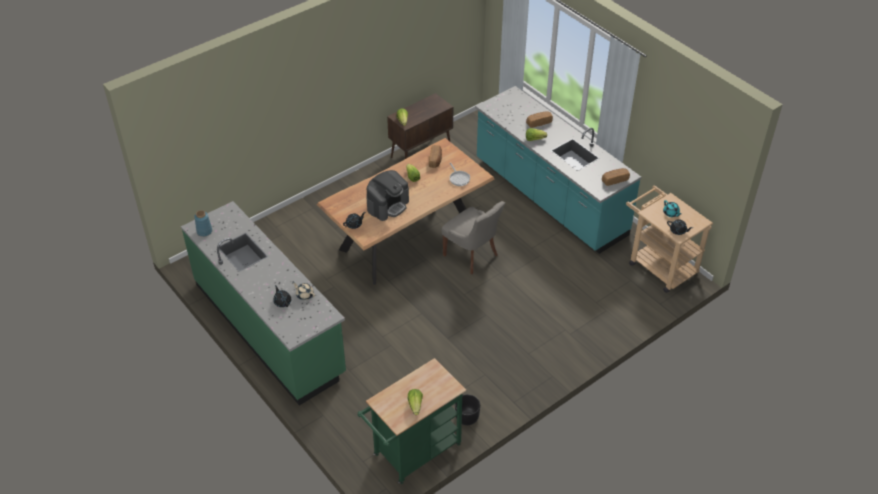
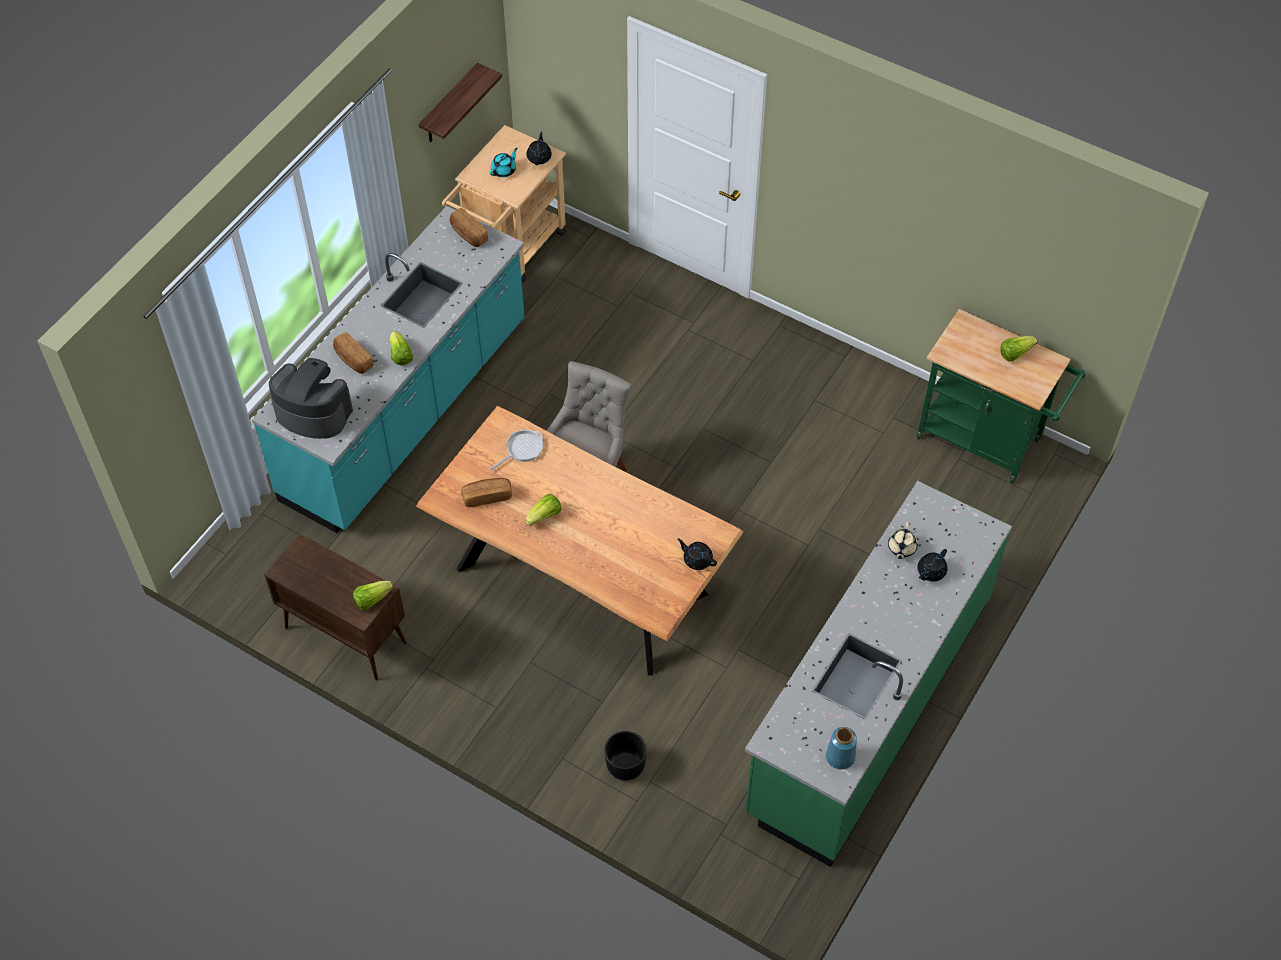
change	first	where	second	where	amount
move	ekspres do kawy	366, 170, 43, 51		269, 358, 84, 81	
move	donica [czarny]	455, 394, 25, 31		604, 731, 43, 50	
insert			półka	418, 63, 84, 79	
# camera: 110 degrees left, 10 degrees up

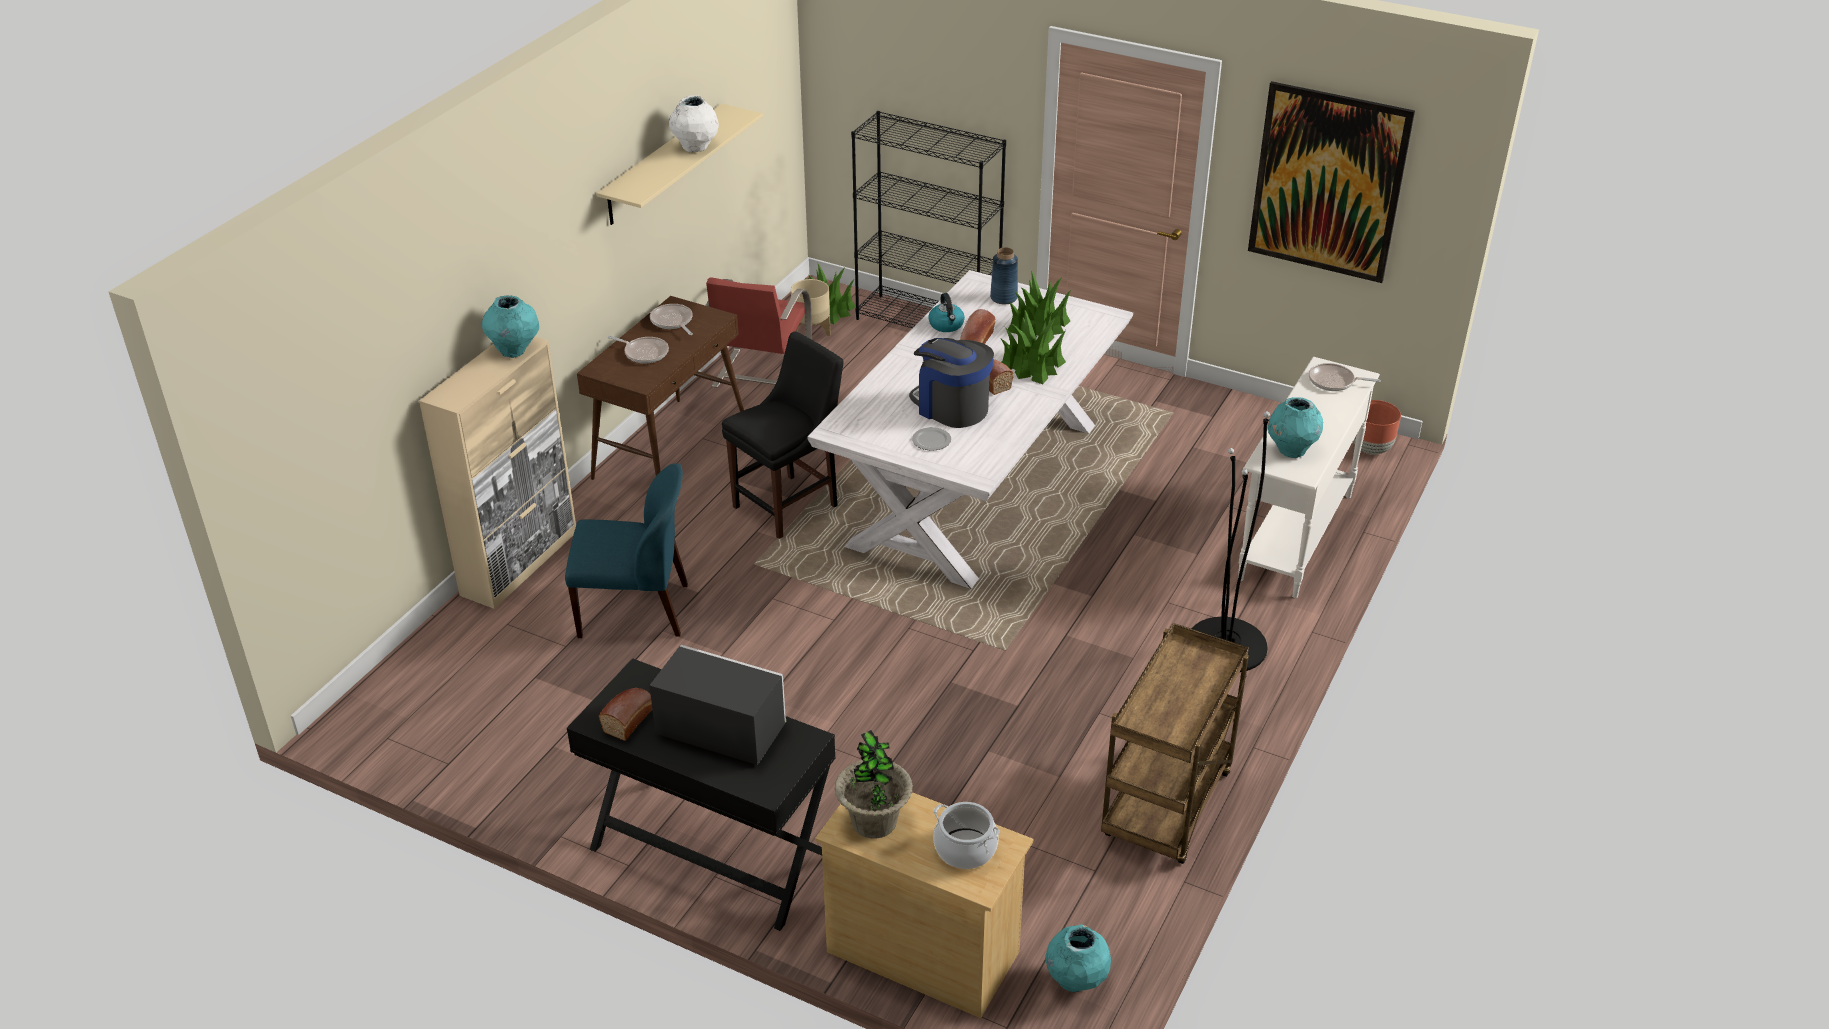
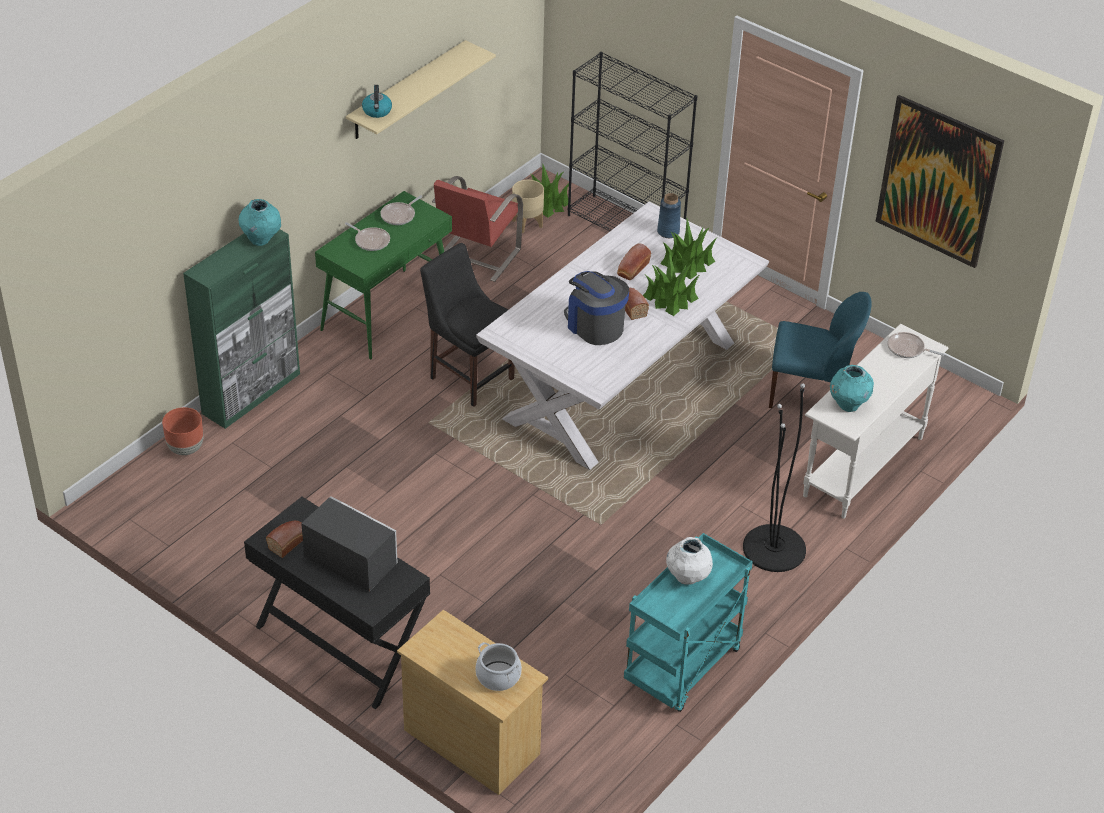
change	first	where	second	where	amount
move	wazon [biały]	669, 95, 50, 57		666, 537, 47, 48	
move	czajnik	928, 293, 37, 39		362, 85, 30, 33	
recolor	stolik konsolowy [brązowy]	577, 296, 167, 184	stolik konsolowy [zielony]	315, 191, 137, 169	
rotate	patelnia	650, 304, 43, 31		380, 195, 42, 30	120 degrees counterclockwise
rotate	krzesło [czarny]	722, 331, 122, 208		420, 243, 95, 164	105 degrees counterclockwise
recolor	szafka [beżowy]	419, 337, 157, 272	szafka [zielony]	183, 229, 117, 200	
move	donica [brązowy]	1353, 400, 48, 55		162, 407, 41, 48	
delete	talerz	912, 427, 39, 24			
move	krzesło [niebieski]	565, 463, 123, 175		769, 292, 103, 116	
recolor	wózek [brązowy]	1101, 623, 148, 241	wózek [turkusowy]	624, 533, 129, 179	
delete	roślina doniczkowa	835, 730, 78, 108			
delete	wazon [turkusowy]	1045, 924, 66, 68			
# camera: 10 degrees right, 5 degrees up

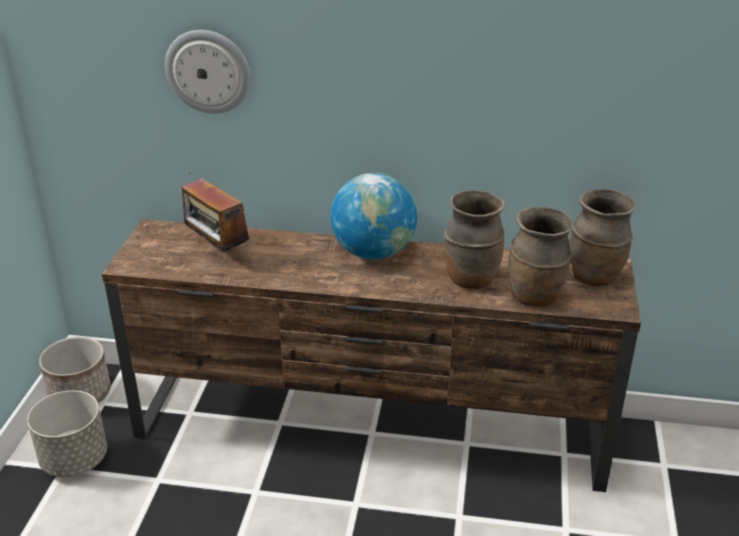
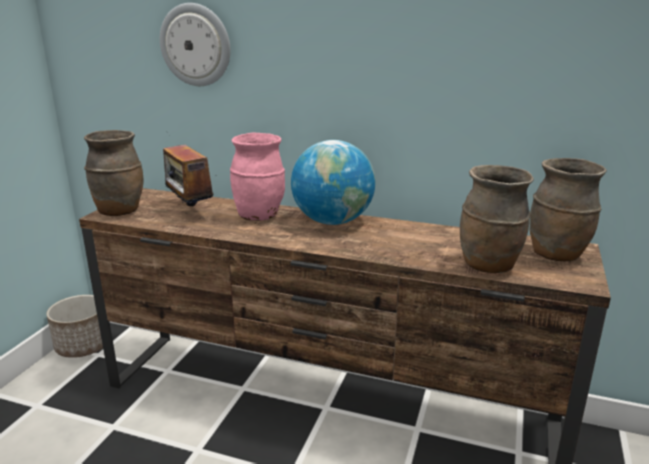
change	first	where	second	where	amount
move	wazon [brązowy]	444, 190, 61, 99		84, 130, 60, 86	
delete	donica [szary]	27, 390, 80, 87			
insert			wazon [różowy]	230, 132, 55, 89	
# camera: 10 degrees right, 10 degrees down

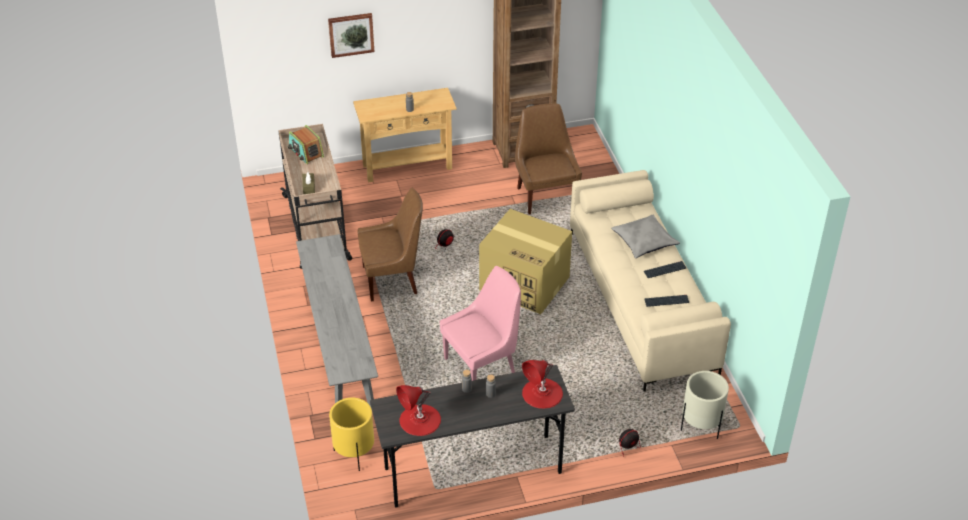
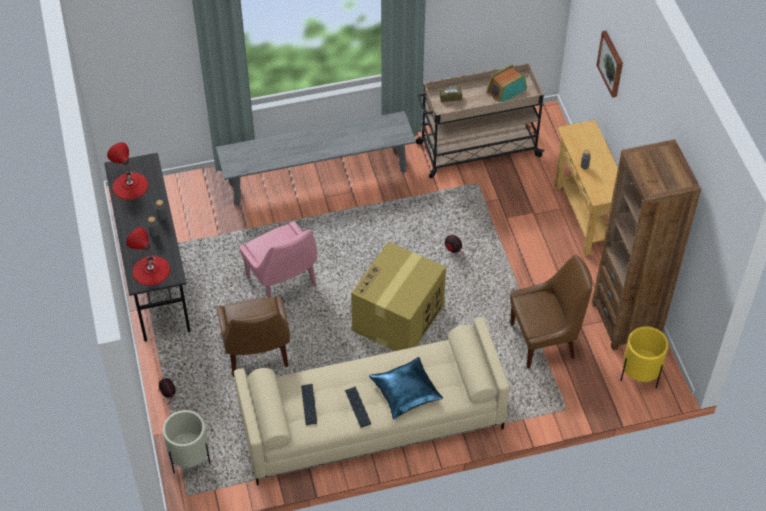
change	first	where	second	where	amount
move	krzesło [brązowy]	358, 188, 65, 114		217, 295, 73, 82	
recolor	poduszka [szary]	611, 215, 69, 43	poduszka [niebieski]	369, 357, 74, 63	
move	donica [żółty]	329, 398, 45, 73		620, 326, 49, 62	
# camera: 90 degrees right, 10 degrees up

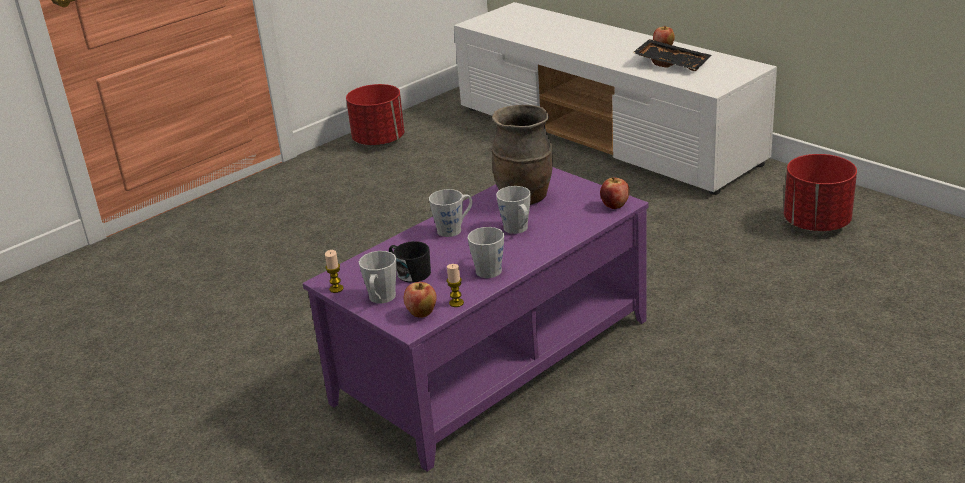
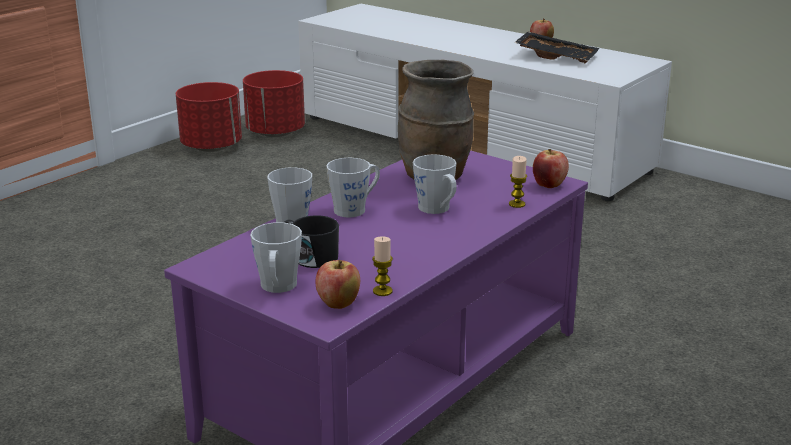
change	first	where	second	where	amount
move	donica [czerwony]	784, 154, 73, 77		243, 70, 62, 67	
move	kubek [szary]	468, 227, 36, 51		267, 167, 45, 55	
move	świeca	325, 250, 19, 43		509, 156, 18, 52	
# camera: 10 degrees left, 5 degrees down

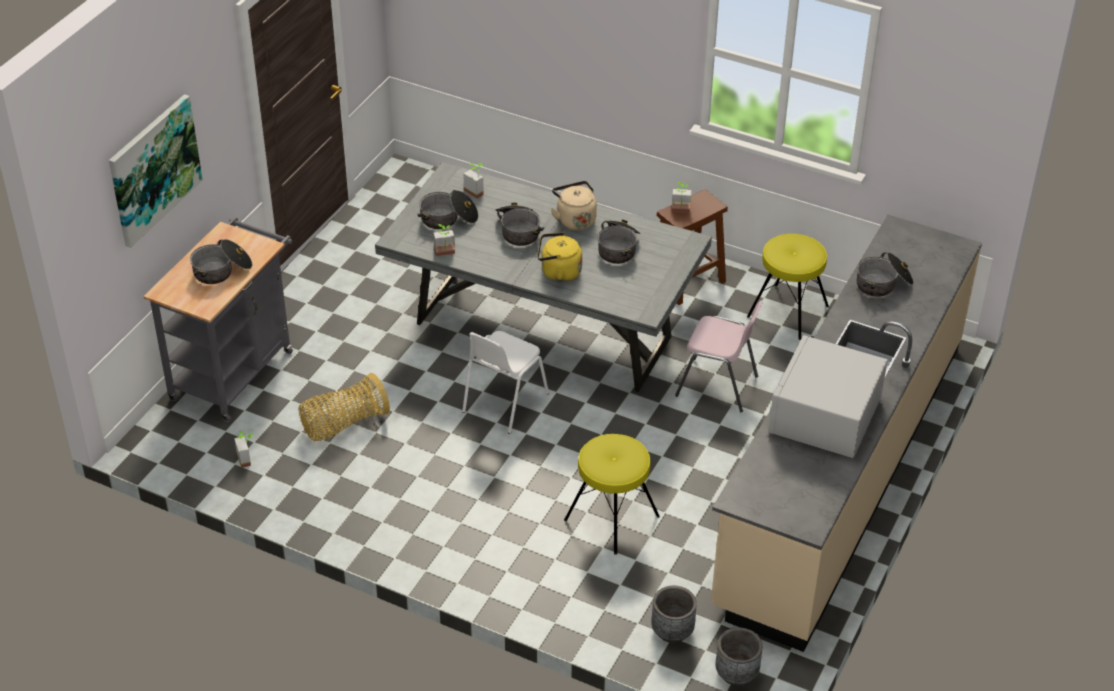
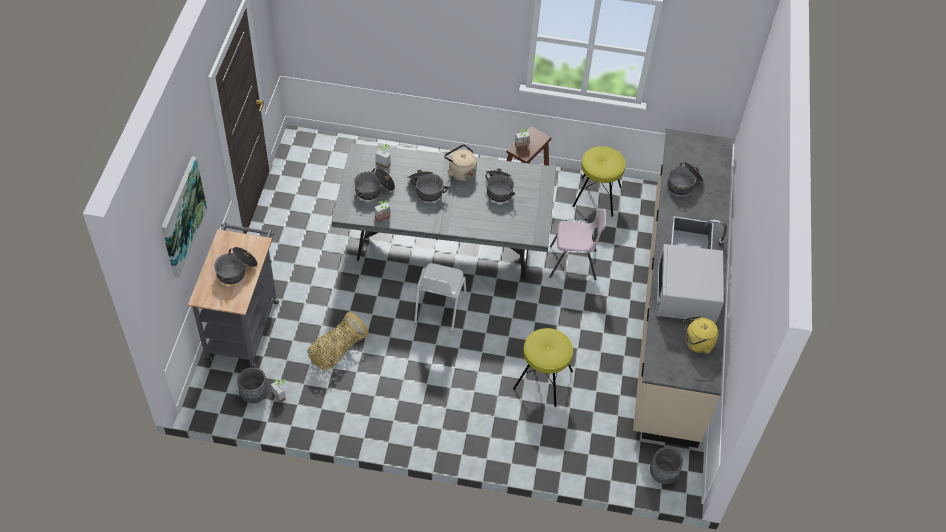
change	first	where	second	where	amount
move	czajnik [żółty]	538, 232, 44, 50		683, 316, 36, 38	
move	donica [szary]	651, 586, 46, 57		237, 367, 31, 36	
# camera: 20 degrees left, 10 degrees up

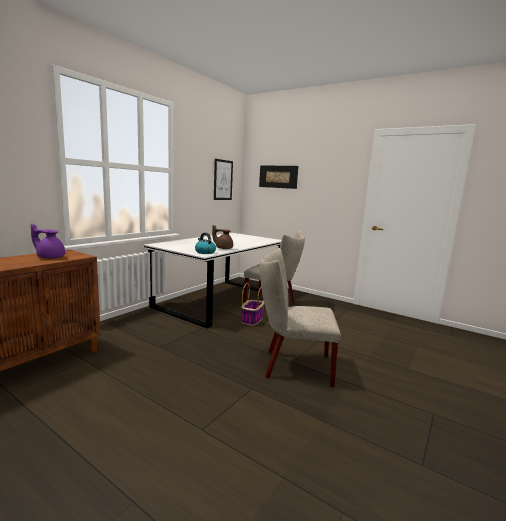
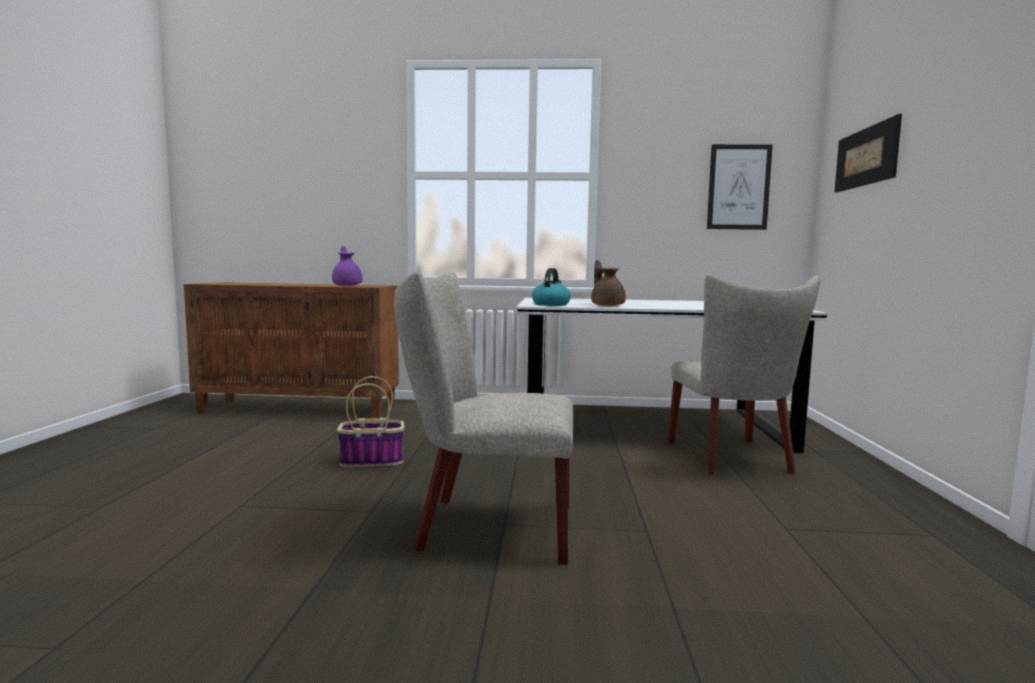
change	first	where	second	where	amount
rotate	krzesło [beżowy]	260, 248, 81, 139		394, 271, 179, 294	60 degrees counterclockwise
move	koszyk	241, 283, 23, 43		337, 376, 68, 91	
# camera: 60 degrees right, 5 degrees down

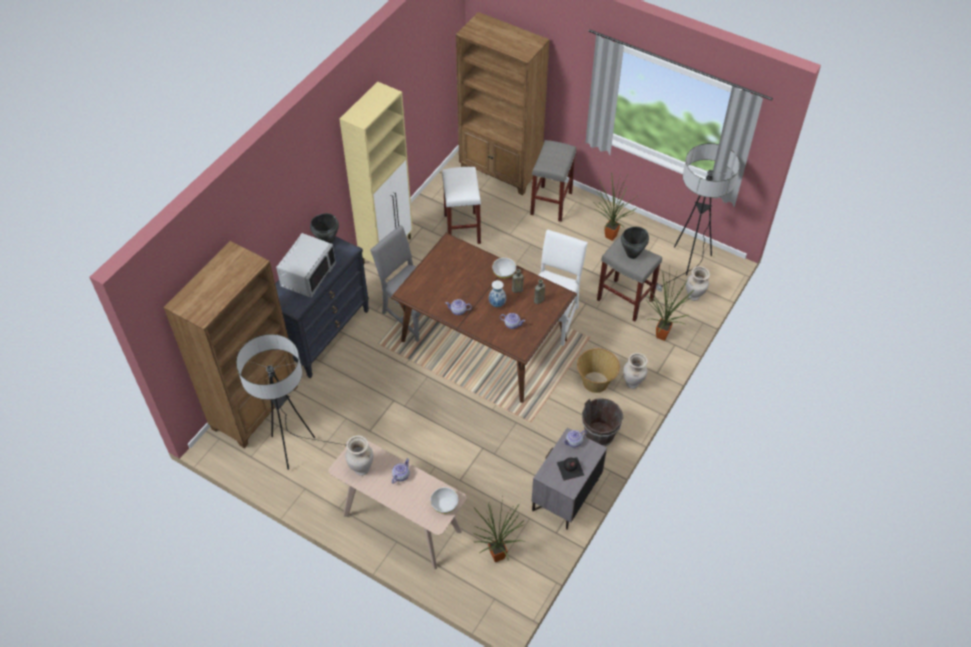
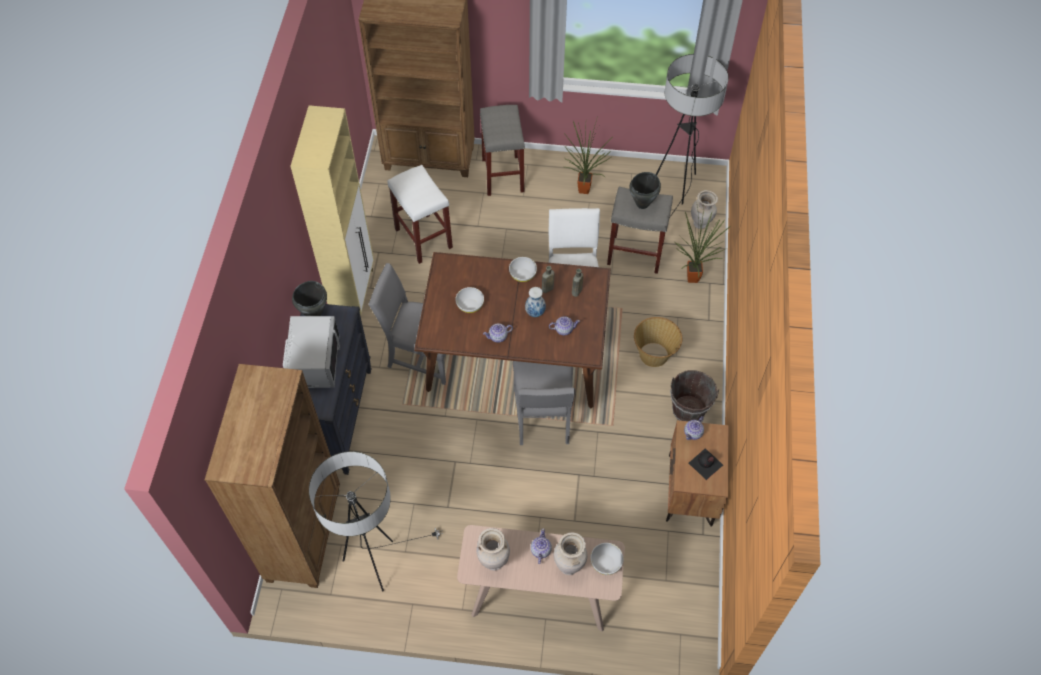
change	first	where	second	where	amount
move	wazon [beżowy]	623, 353, 25, 36		554, 532, 34, 43	
recolor	szafka nocna [szary]	532, 428, 75, 102	szafka nocna [brązowy]	666, 420, 63, 106	
delete	roślina doniczkowa	473, 497, 52, 65			
insert			miska [biały]	455, 287, 29, 26	
insert			krzesło [szary]	513, 361, 62, 84	
# camera: 25 degrees left, 5 degrees up

